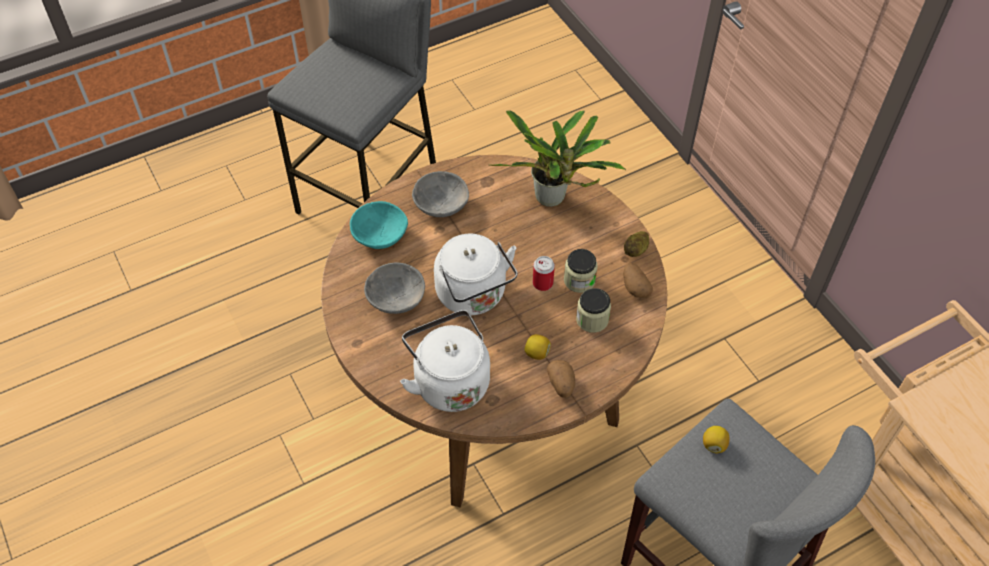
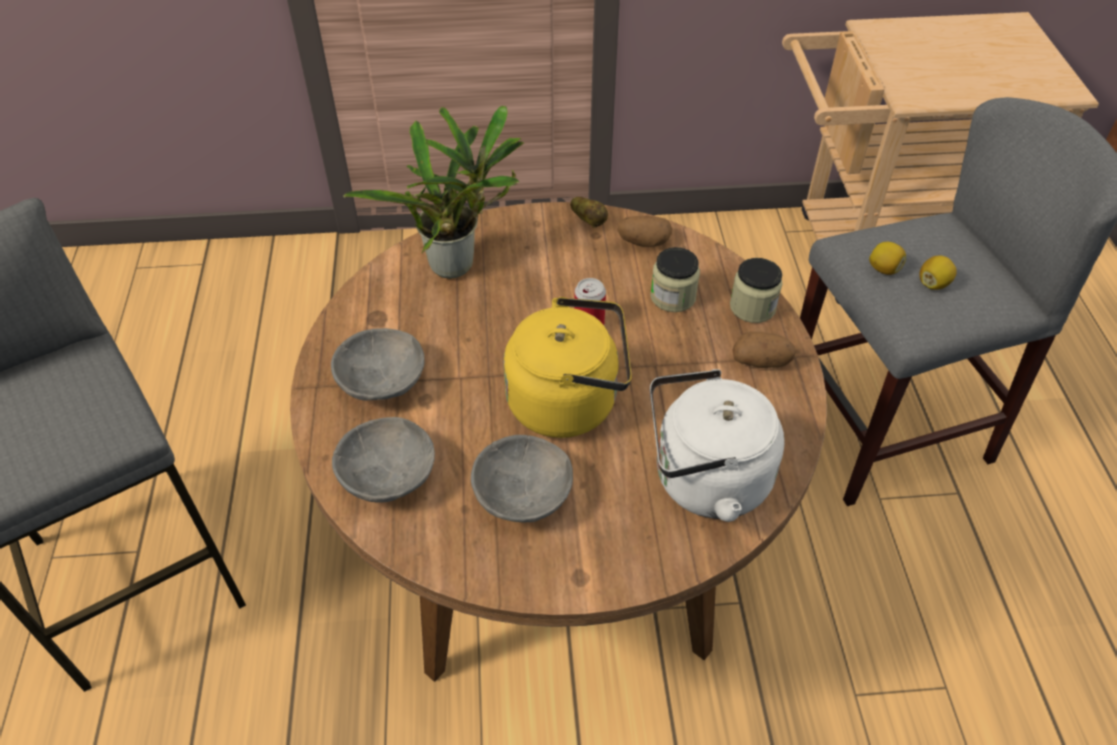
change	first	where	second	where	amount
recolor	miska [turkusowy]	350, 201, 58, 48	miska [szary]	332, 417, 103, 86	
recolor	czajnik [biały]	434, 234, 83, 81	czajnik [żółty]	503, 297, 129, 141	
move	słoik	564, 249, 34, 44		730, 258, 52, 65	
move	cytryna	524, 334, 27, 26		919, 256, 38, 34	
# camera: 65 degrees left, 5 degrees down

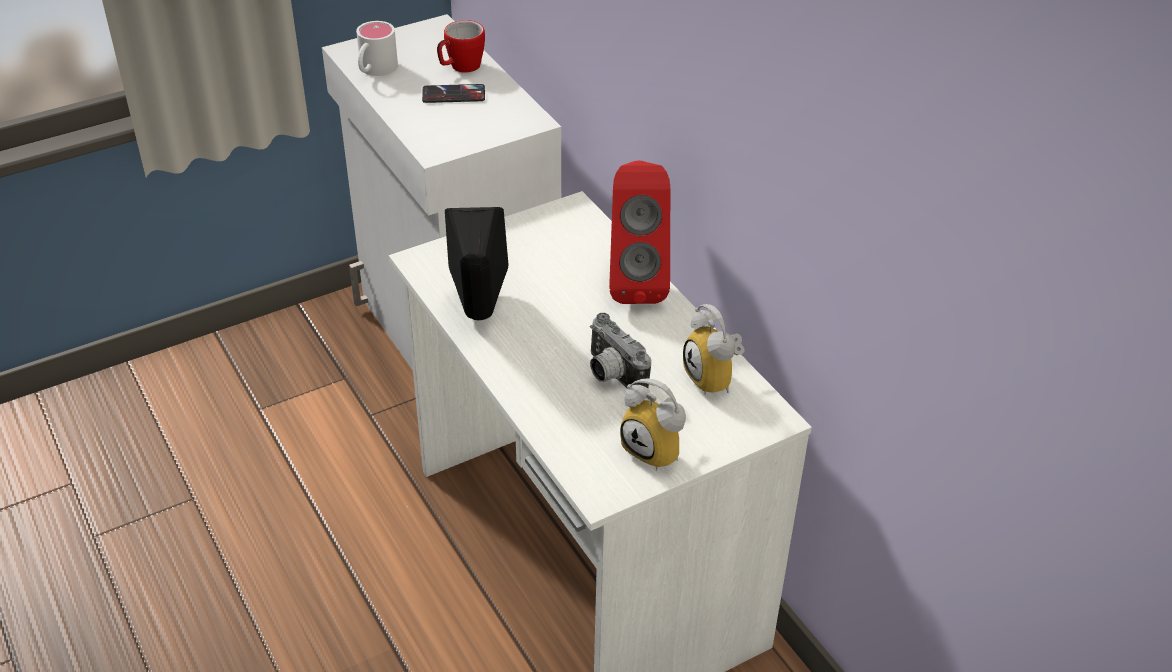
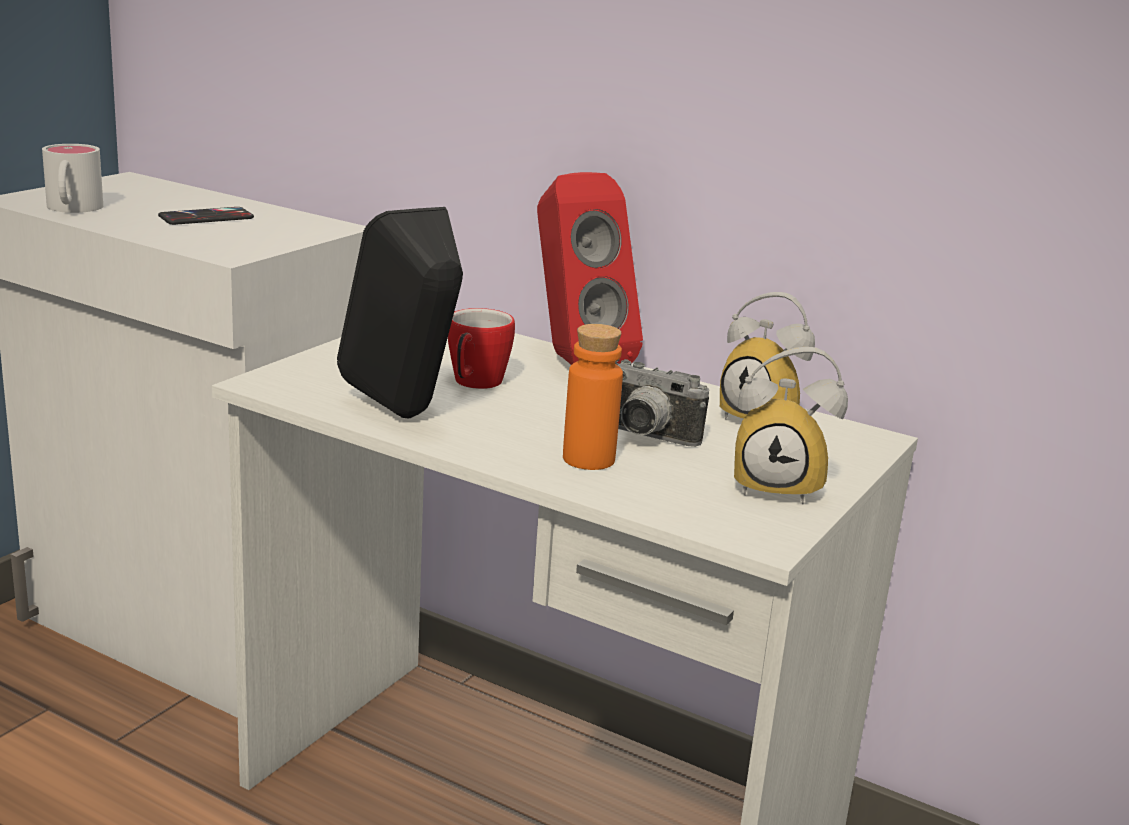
change	first	where	second	where	amount
move	kubek	437, 20, 48, 53		448, 308, 67, 81	
insert			butelka [pomarańczowy]	563, 324, 60, 146	
# camera: 30 degrees left, 20 degrees down

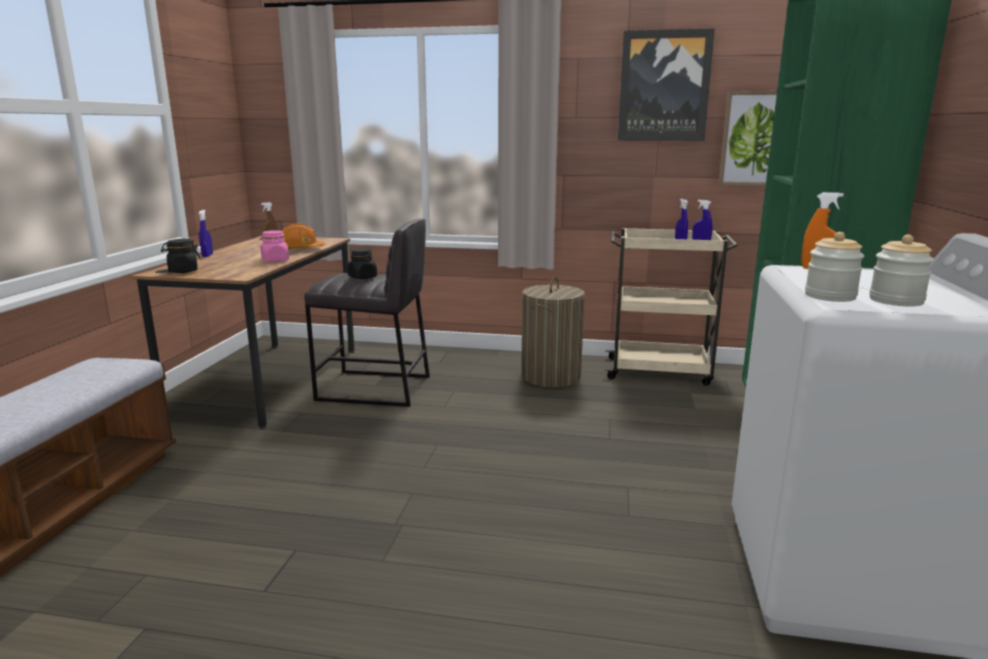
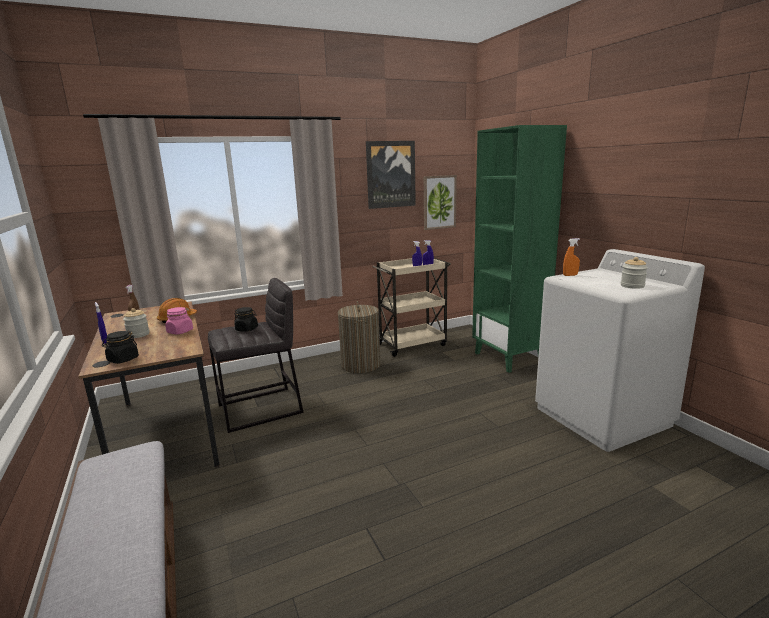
change	first	where	second	where	amount
move	słoik	805, 232, 59, 70		123, 308, 26, 30	
# camera: 35 degrees left, 0 degrees up

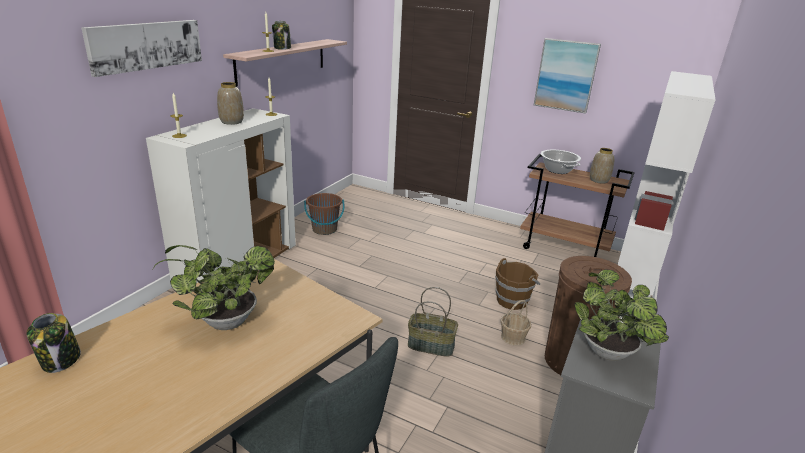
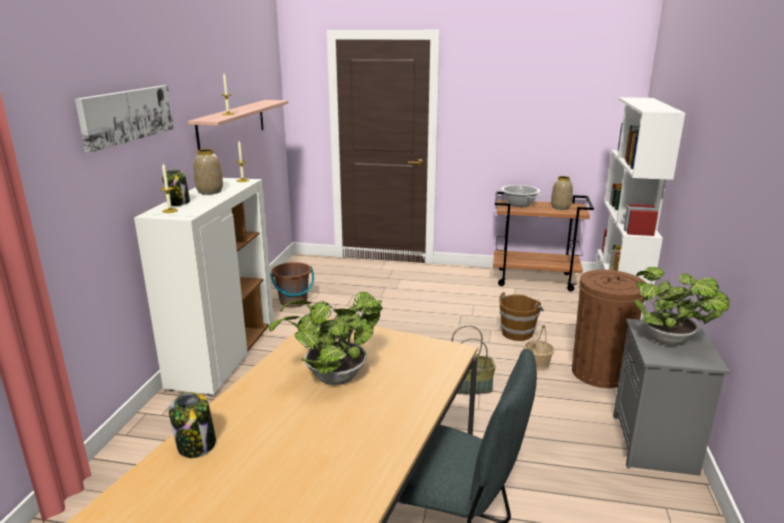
change	first	where	second	where	amount
move	słoik	272, 21, 19, 29		162, 169, 28, 37	
delete	obraz	534, 38, 67, 76			
# camera: 15 degrees left, 5 degrees down

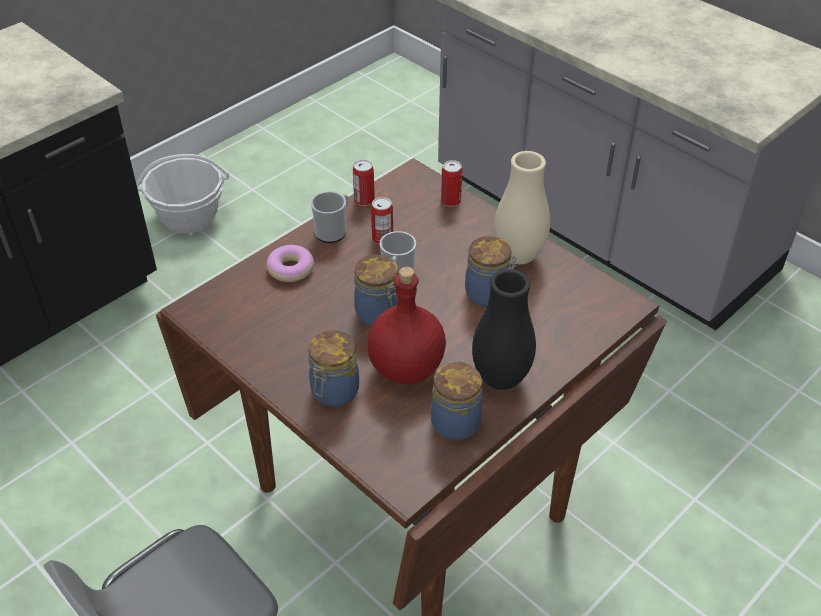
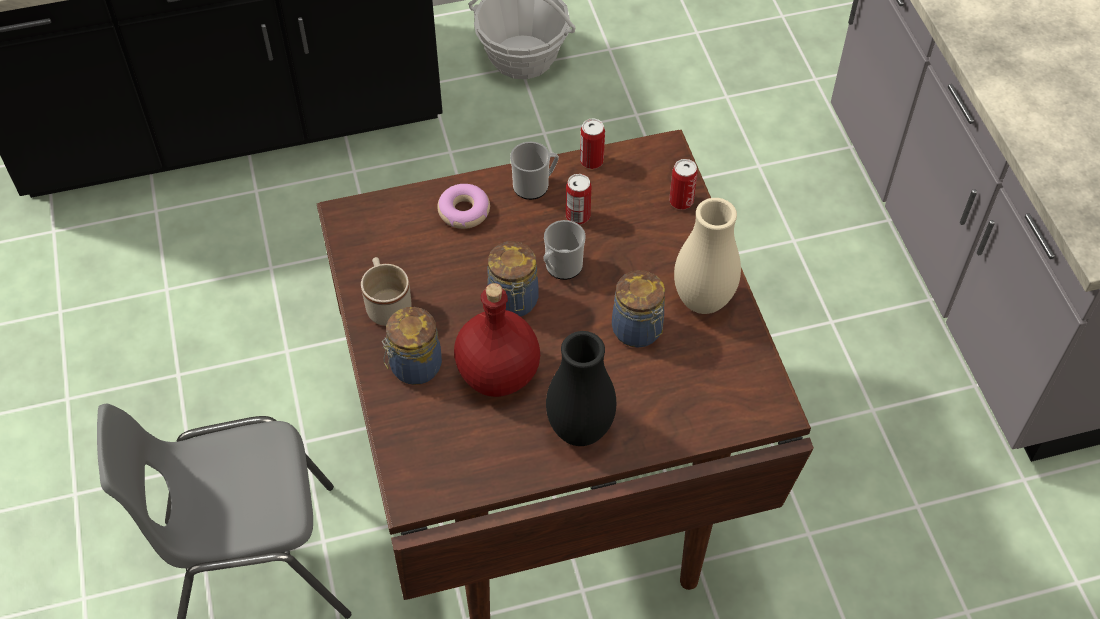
change	first	where	second	where	amount
delete	słoik	431, 360, 51, 80			
insert			kubek [beżowy]	361, 257, 50, 69	
# camera: 30 degrees right, 10 degrees up

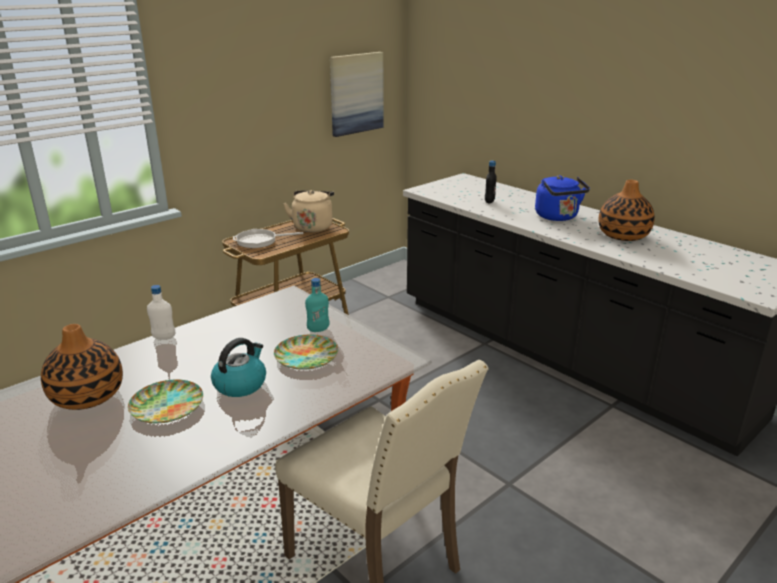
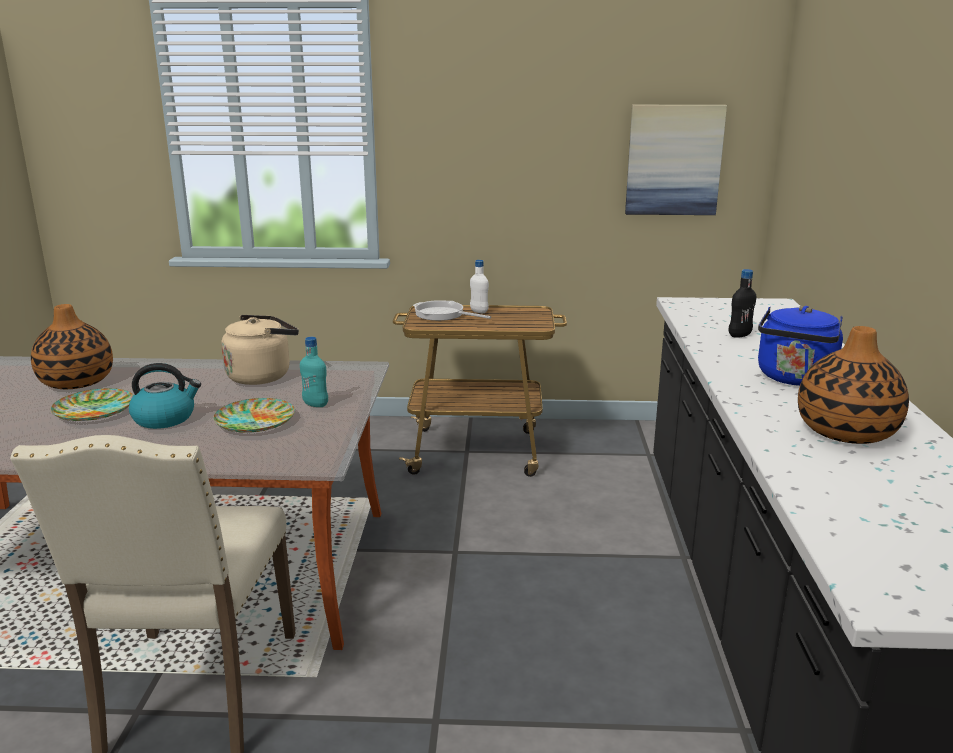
change	first	where	second	where	amount
move	czajnik [beżowy]	283, 190, 51, 42		221, 315, 78, 70	
move	butelka [biały]	147, 285, 28, 55		470, 260, 19, 53	
# camera: 45 degrees right, 5 degrees down

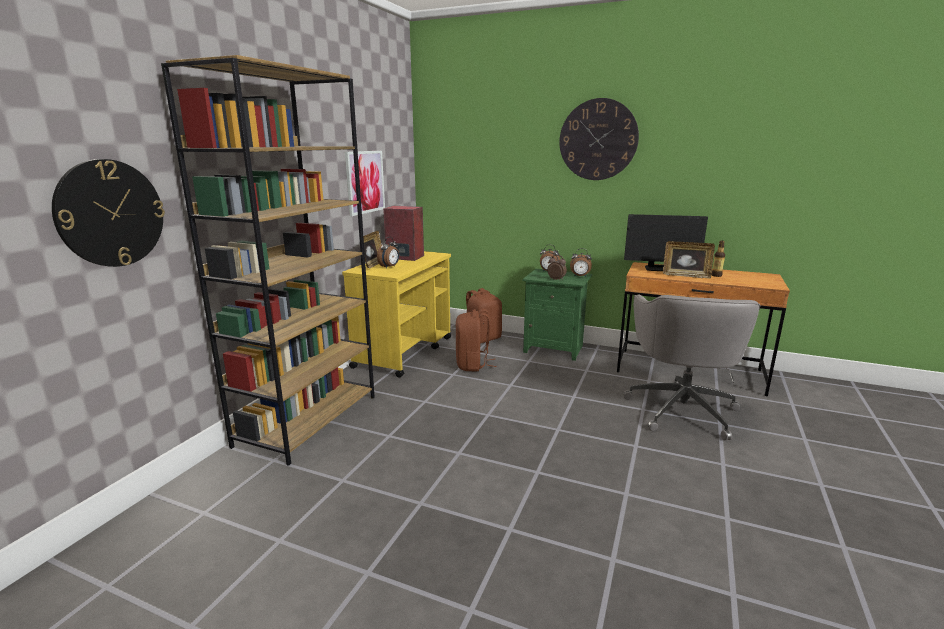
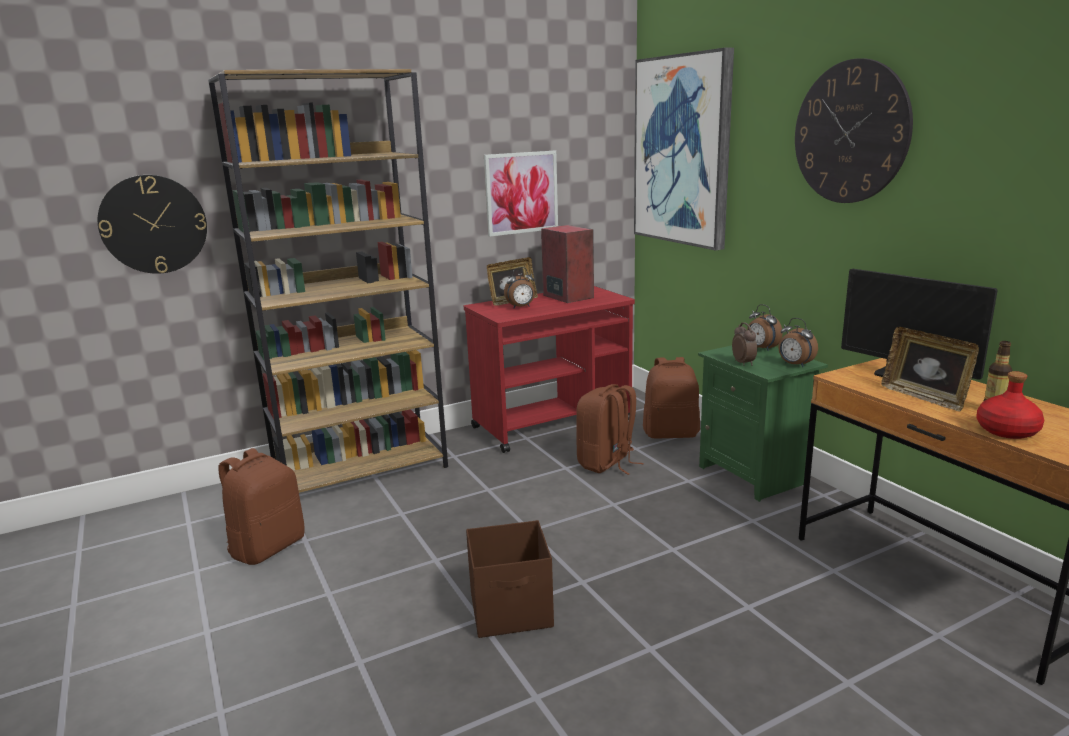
change	first	where	second	where	amount
recolor	wózek [żółty]	342, 251, 109, 127	wózek [czerwony]	464, 286, 171, 167	
delete	krzesło biurowe [szary]	624, 294, 136, 146			
insert			obraz	634, 48, 100, 203	
insert			butelka [czerwony]	976, 371, 68, 68	
insert			plecak [brązowy]	219, 448, 86, 117	
insert			pojemnik do przechowywania [brązowy]	466, 520, 88, 118	
# camera: 40 degrees right, 0 degrees up

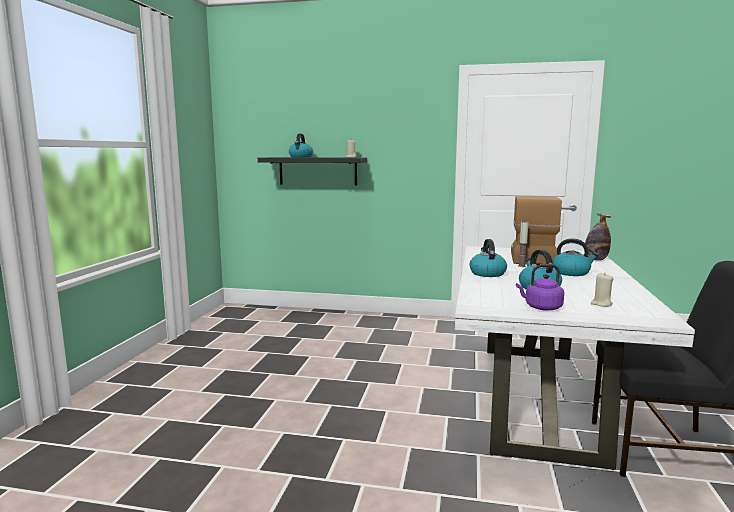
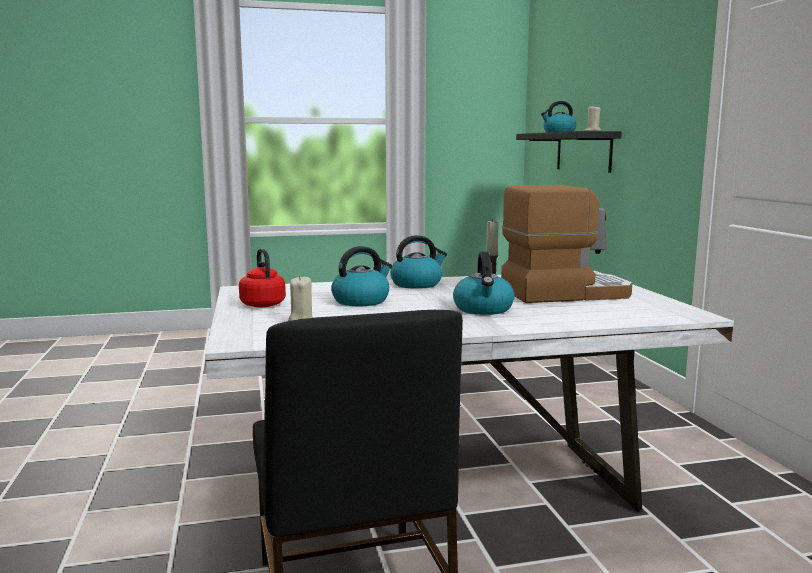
change	first	where	second	where	amount
delete	butelka	584, 213, 27, 48			
recolor	czajnik [fioletowy]	516, 264, 48, 47	czajnik [czerwony]	239, 248, 47, 59	
# camera: 65 degrees right, 0 degrees up

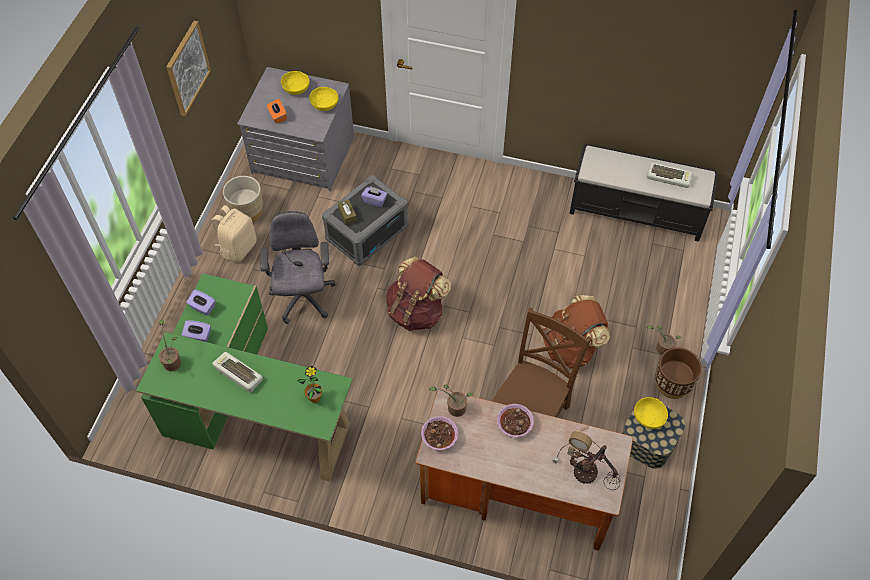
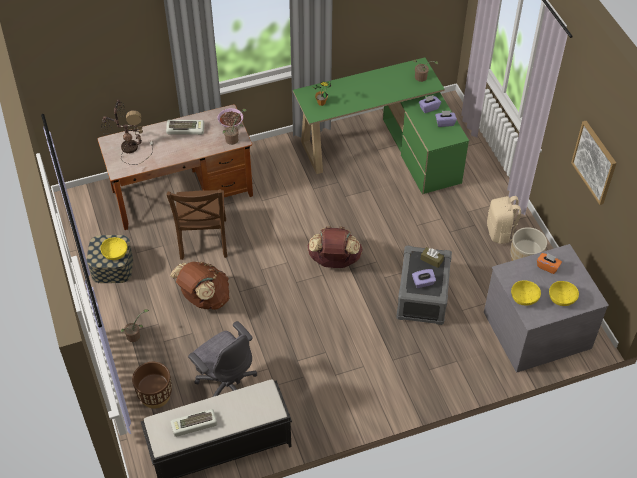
change	first	where	second	where	amount
move	krzesło biurowe [szary]	260, 211, 76, 113		188, 321, 69, 76	
move	donica [brązowy]	655, 347, 47, 52		132, 362, 40, 46	
move	klawiatura	212, 352, 51, 40		166, 120, 38, 15	
delete	miska	497, 404, 37, 33			
# camera: 145 degrees right, 5 degrees down

